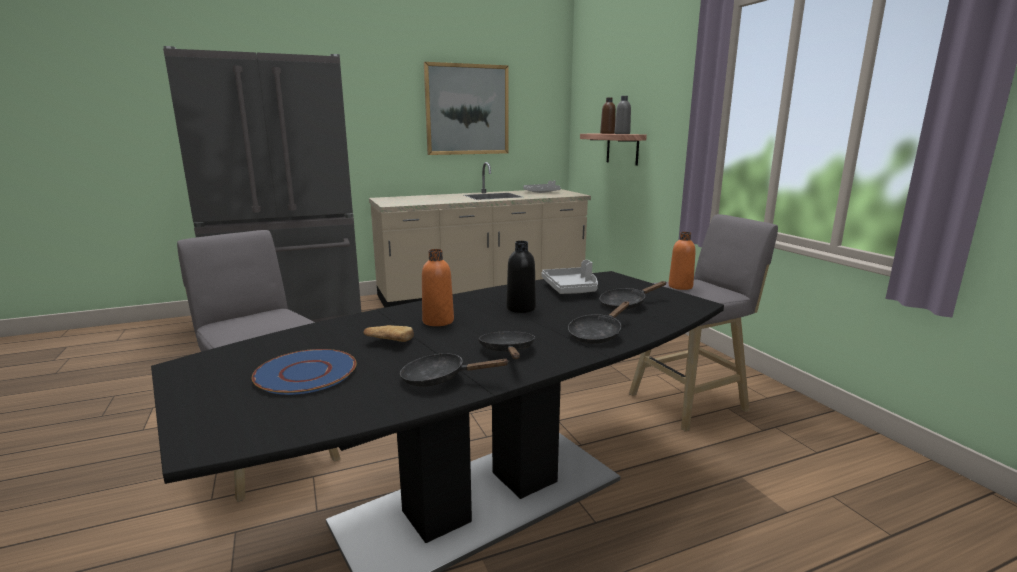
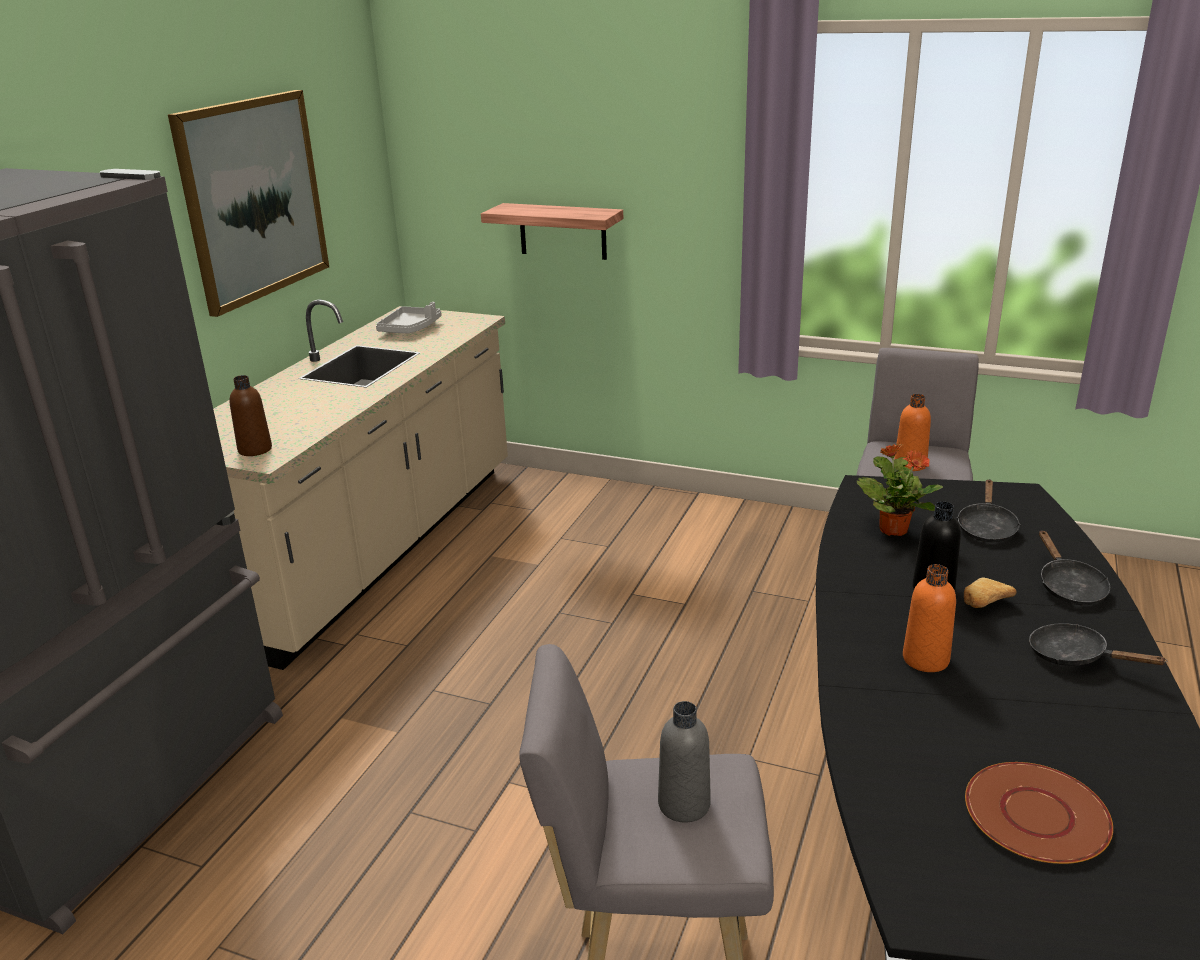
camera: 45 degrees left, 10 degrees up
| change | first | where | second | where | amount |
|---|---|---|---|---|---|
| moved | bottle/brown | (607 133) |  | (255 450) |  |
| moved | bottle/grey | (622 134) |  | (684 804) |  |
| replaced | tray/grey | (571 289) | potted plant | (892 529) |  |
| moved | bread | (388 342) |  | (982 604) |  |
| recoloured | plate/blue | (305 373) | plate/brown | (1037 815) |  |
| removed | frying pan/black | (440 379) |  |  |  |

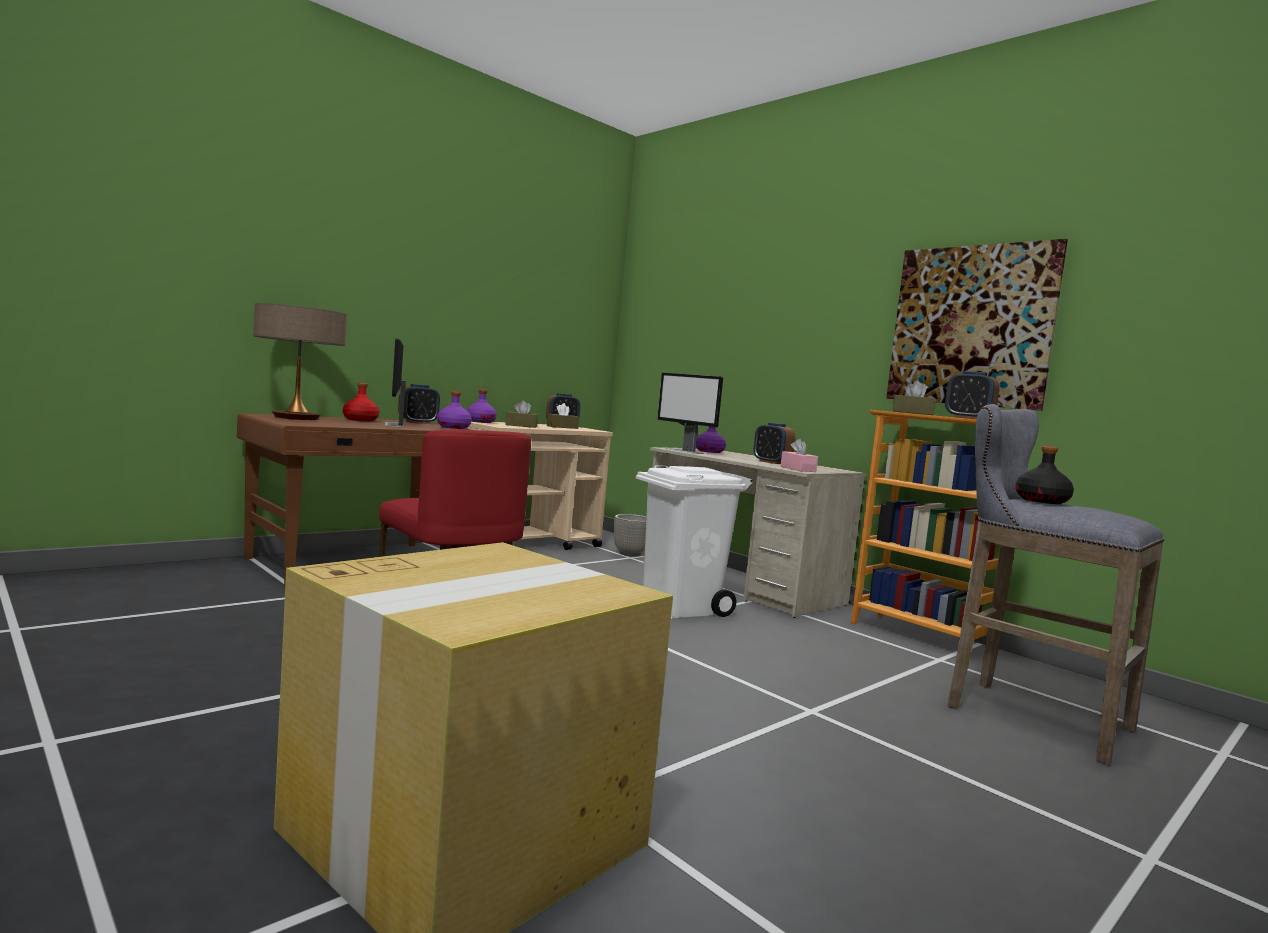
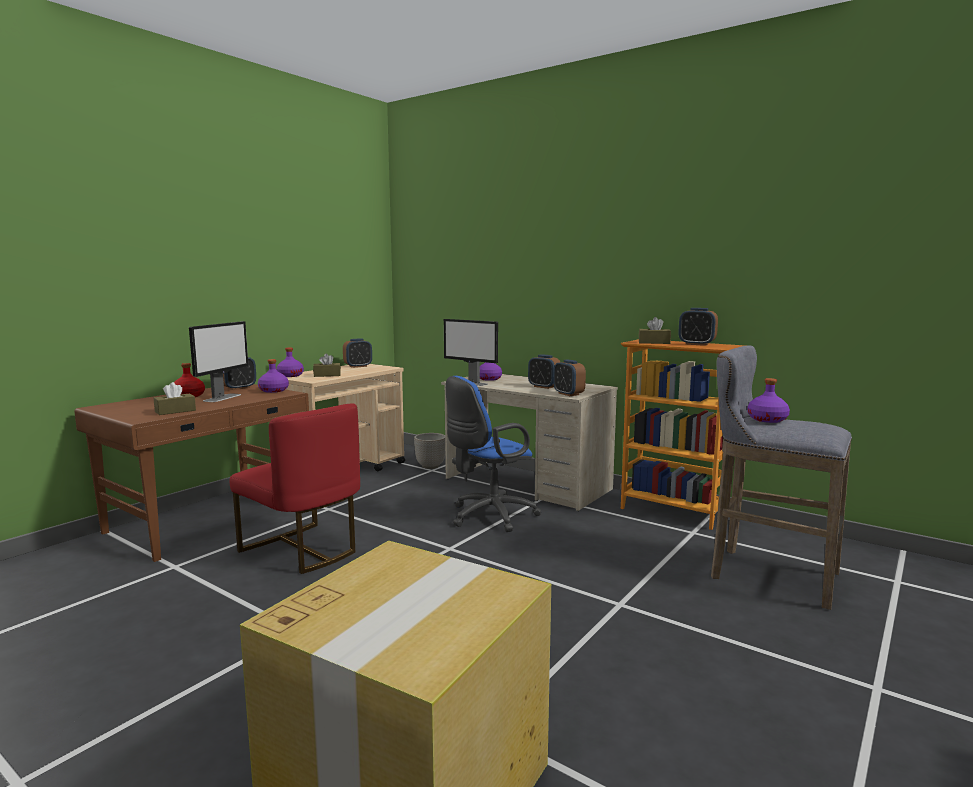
camera: 10 degrees left, 5 degrees up
| change | first | where | second | where | amount |
|---|---|---|---|---|---|
| moved | tissue box/brown | (562 427) |  | (175 411) |  |
| turned | monitor | (394 424) |  | (222 398) | 135 degrees counterclockwise |
| replaced | trash can/white | (679 606) | office chair/blue | (488 516) |  |
| replaced | tissue box/pink | (798 469) | alarm clock | (568 394) |  |
| recoloured | bottle/black | (1041 501) | bottle/purple | (767 419) |  |
| removed | table lamp | (296 418) |  |  |  |
| removed | picture | (970 326) |  |  |  |

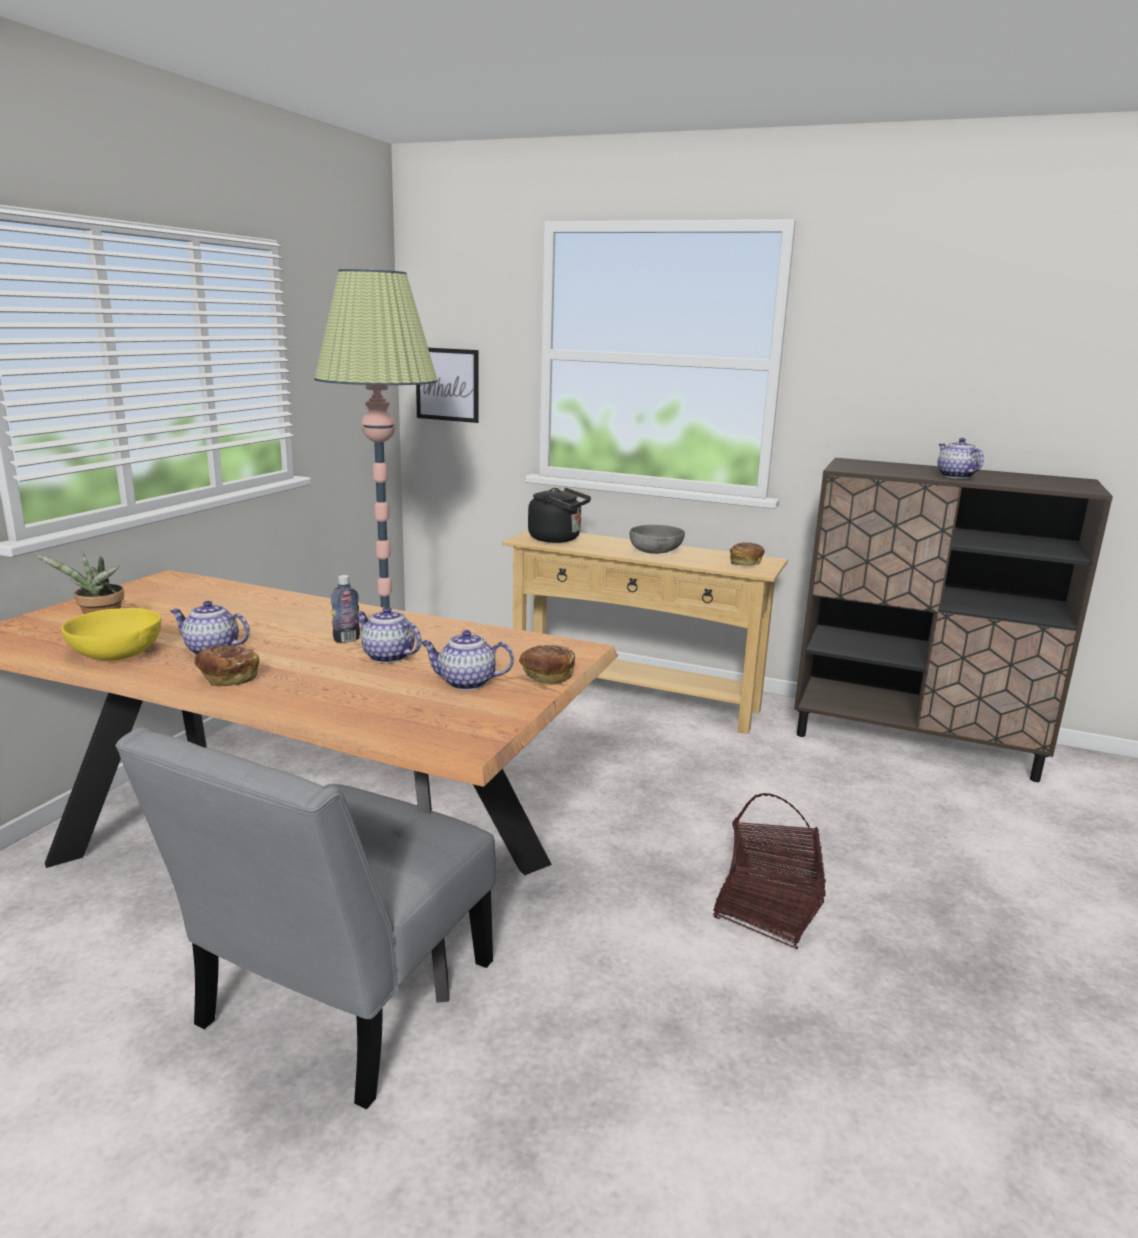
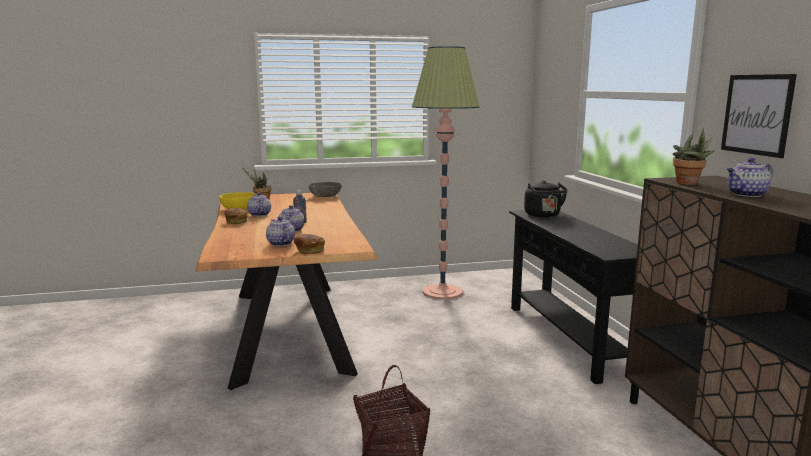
camera: 55 degrees right, 5 degrees down
| change | first | where | second | where | amount |
|---|---|---|---|---|---|
| moved | bowl/grey | (656 551) |  | (325 196) |  |
| recoloured | console table/beige | (634 698) | console table/black | (568 338) |  |
| added |  |  | potted plant | (689 184) |  |
| moved | picture | (447 384) |  | (757 114) |  |
| turned | teapot | (954 476) |  | (746 194) | 150 degrees counterclockwise |
| removed | chair/grey | (338 1004) |  |  |  |
| removed | bread | (746 563) |  |  |  |

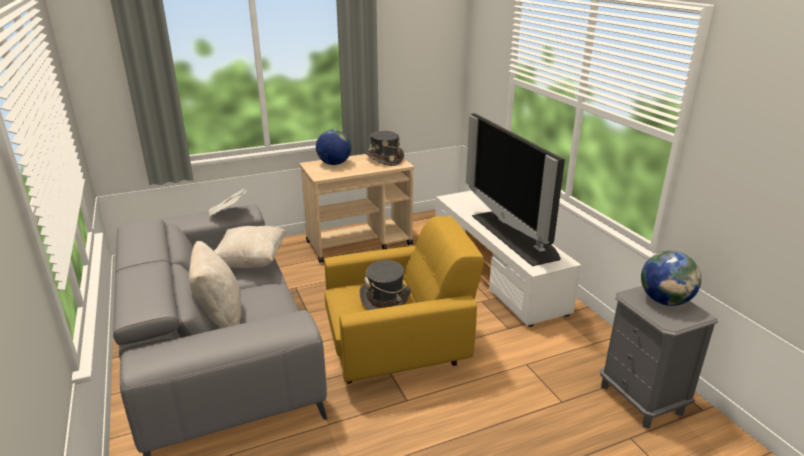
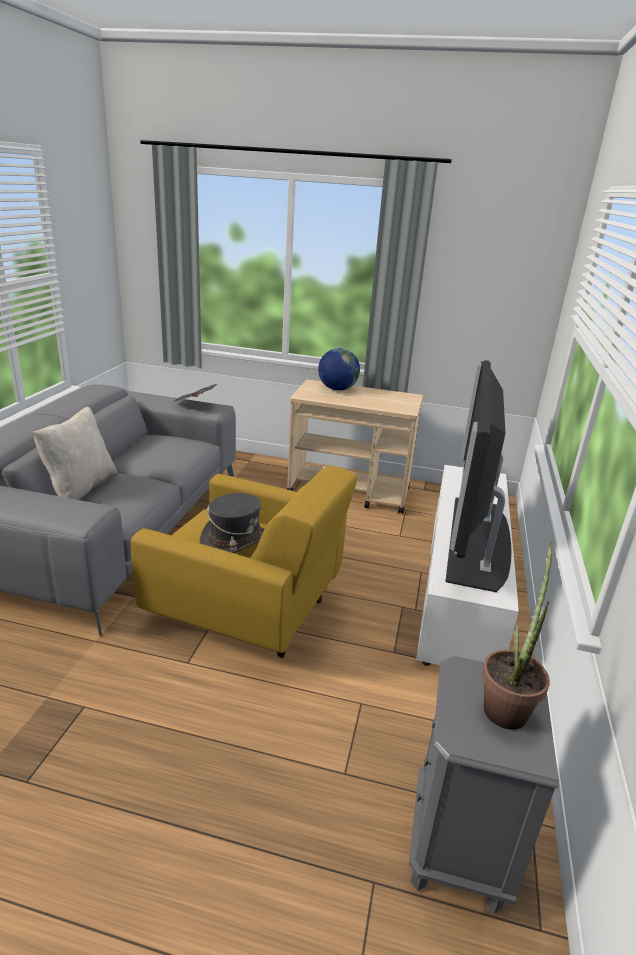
camera: 35 degrees right, 0 degrees up
| change | first | where | second | where | amount |
|---|---|---|---|---|---|
| replaced | globe | (665 301) | potted plant | (507 705) |  |
| removed | pillow/beige | (251 262) |  |  |  |
| removed | hat/grey | (384 159) |  |  |  |

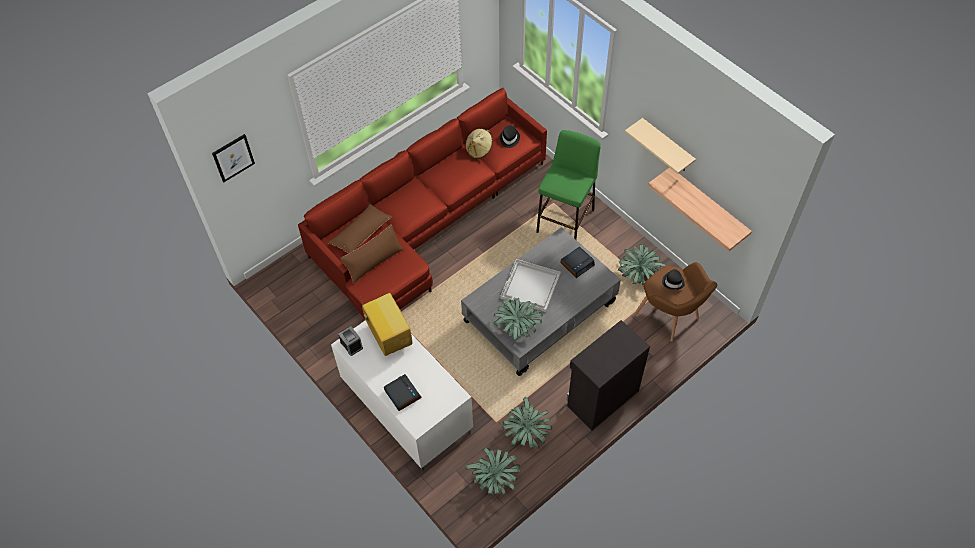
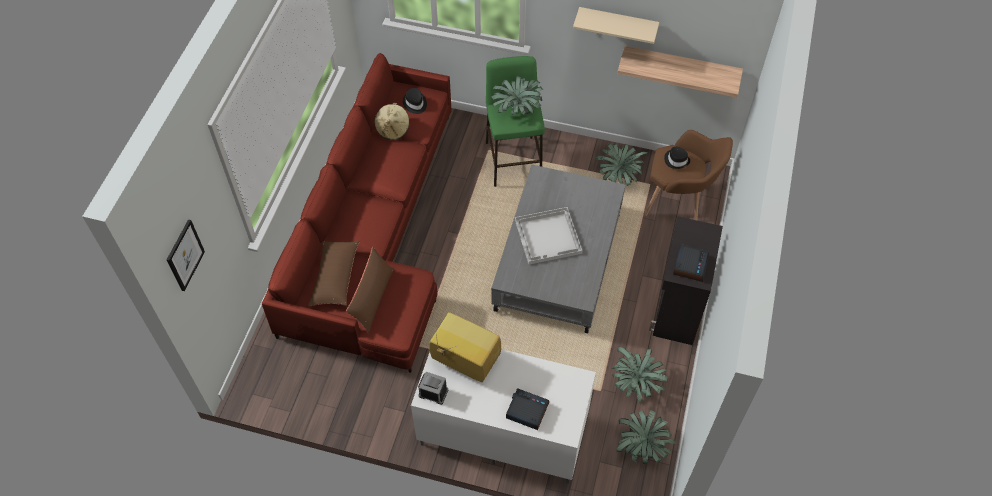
camera: 35 degrees left, 0 degrees up
| change | first | where | second | where | amount |
|---|---|---|---|---|---|
| moved | potted plant | (517 327) |  | (517 109) |  |
| moved | alarm clock | (577 264) |  | (690 265) |  |

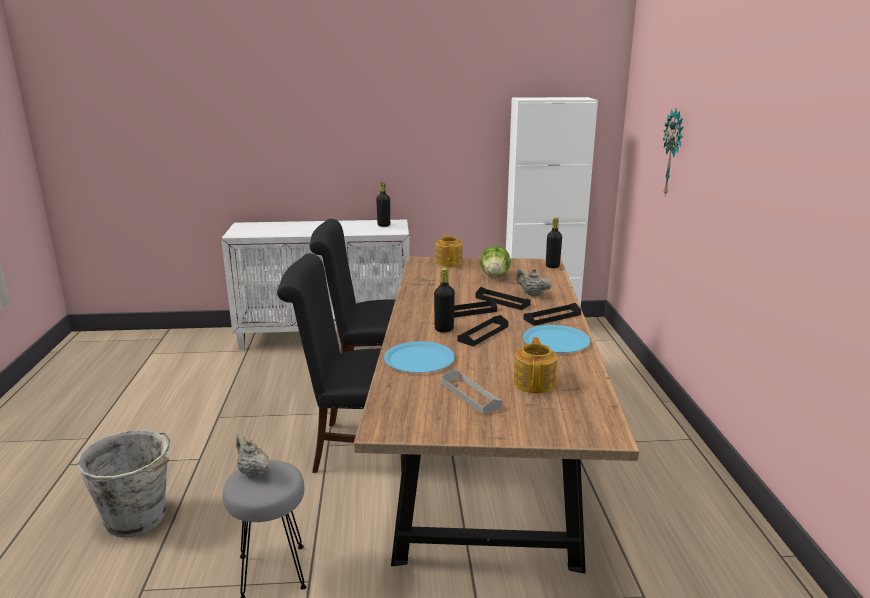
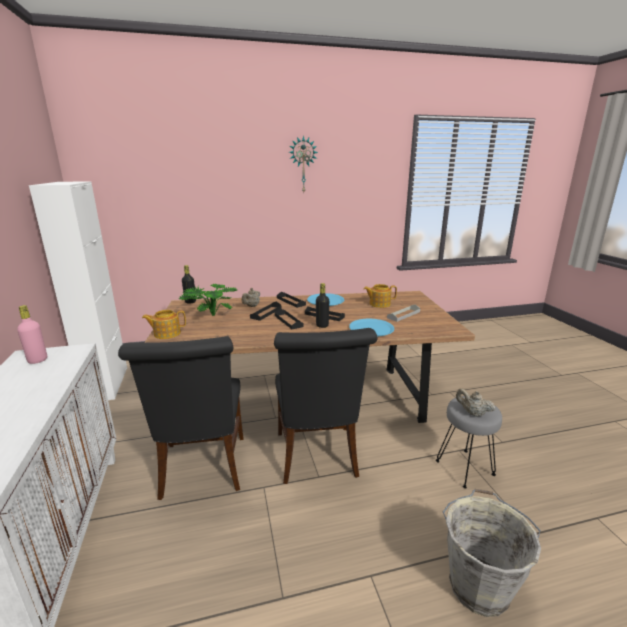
camera: 100 degrees left, 0 degrees up
| change | first | where | second | where | amount |
|---|---|---|---|---|---|
| recoloured | bottle/black | (383 225) | bottle/pink | (37 360) |  |
| replaced | lettuce | (494 276) | potted plant | (210 317) |  |
| moved | wall clock | (674 153) |  | (303 165) |  |
| turned | teapot/beige | (253 472) |  | (472 413) | 90 degrees clockwise |

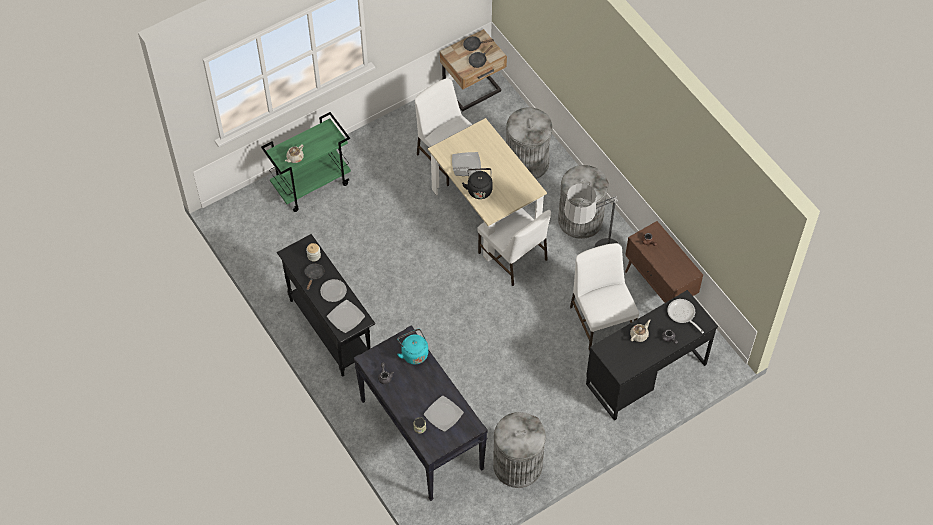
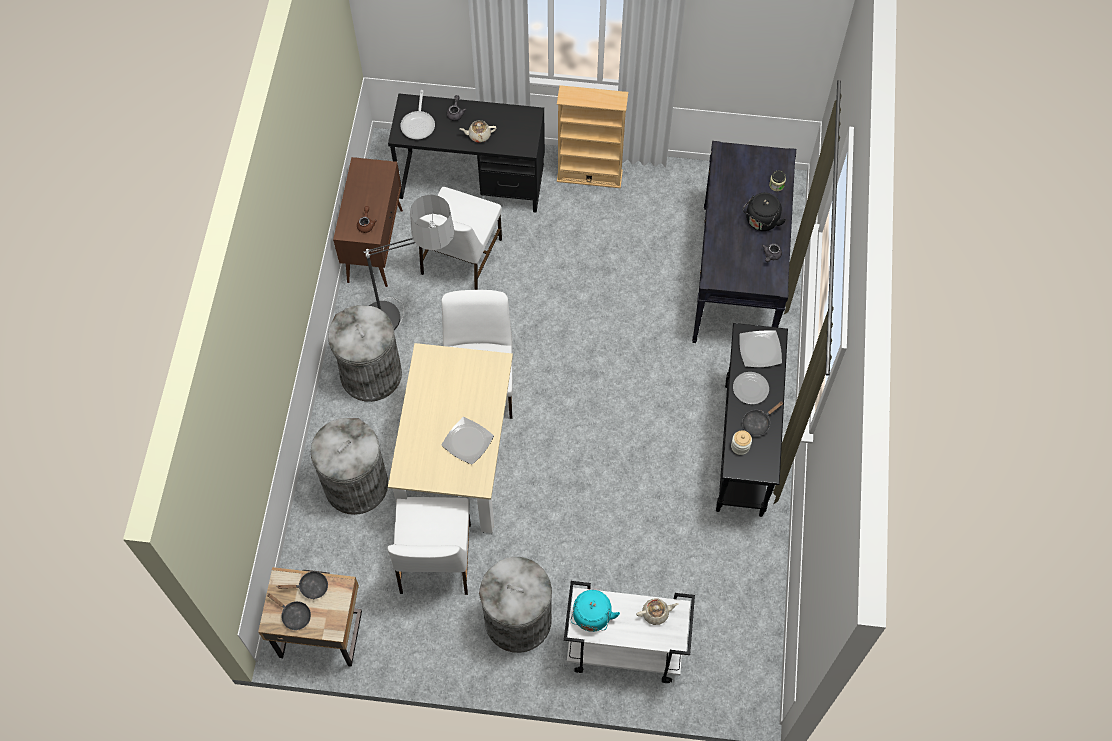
camera: 140 degrees left, 5 degrees up
| change | first | where | second | where | amount |
|---|---|---|---|---|---|
| moved | trash can/grey | (517 465) |  | (517 620) |  |
| added |  |  | bookcase/beige | (589 176) |  |
| recoloured | cart/green | (312 184) | cart/white | (623 650) |  |
| moved | kettle/turquoise | (413 353) |  | (591 618) |  |
| moved | kettle/black | (479 189) |  | (761 222) |  |
| removed | plate | (443 414) |  |  |  |

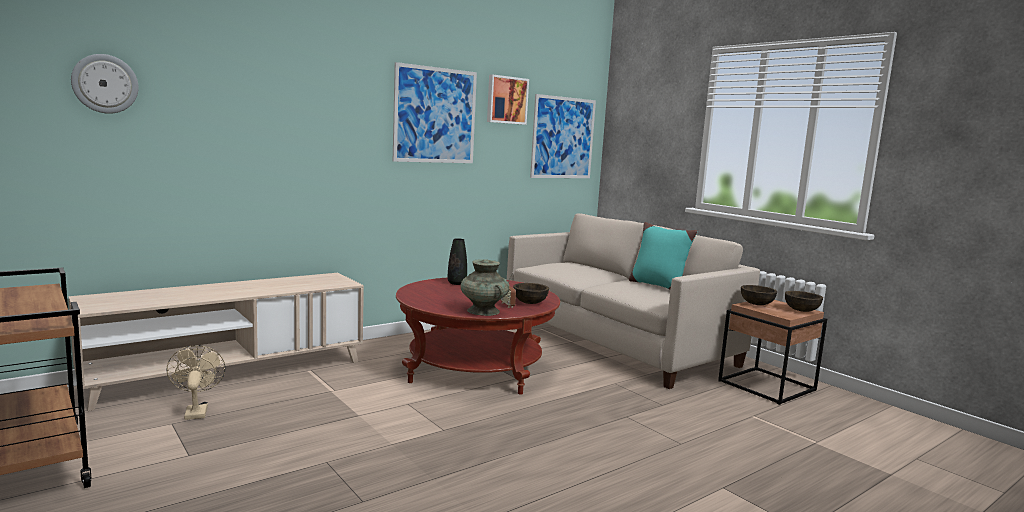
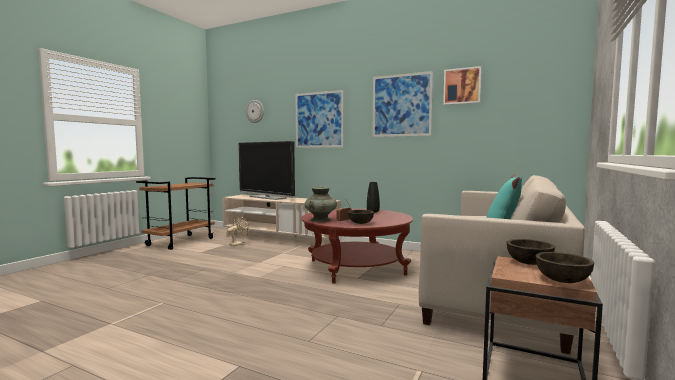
camera: 65 degrees right, 5 degrees down
| change | first | where | second | where | amount |
|---|---|---|---|---|---|
| added |  |  | television | (267 197) |  |
| moved | picture | (563 138) |  | (319 120) |  |

